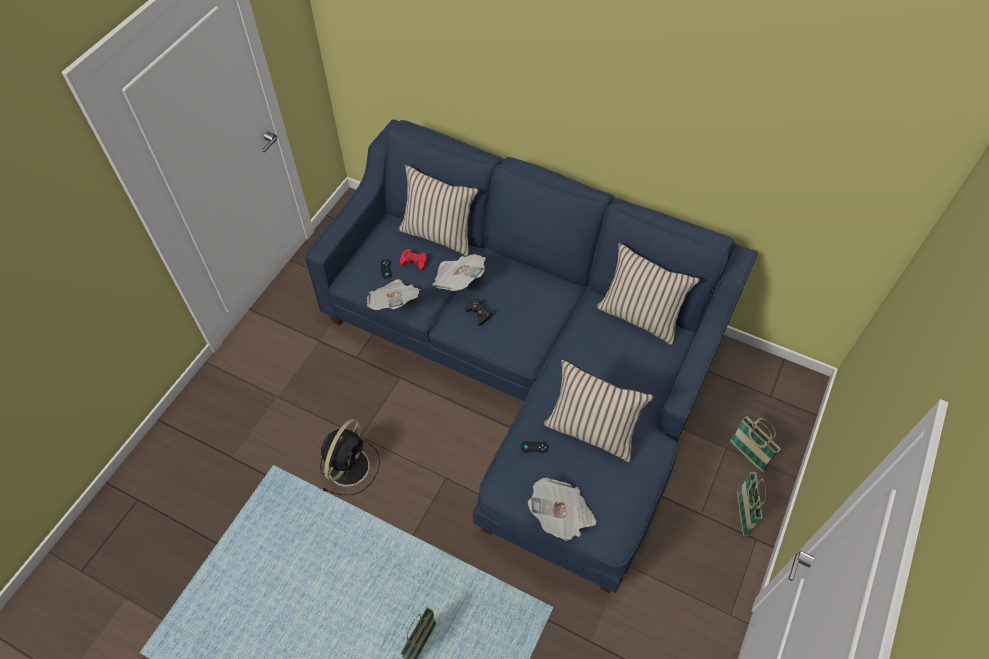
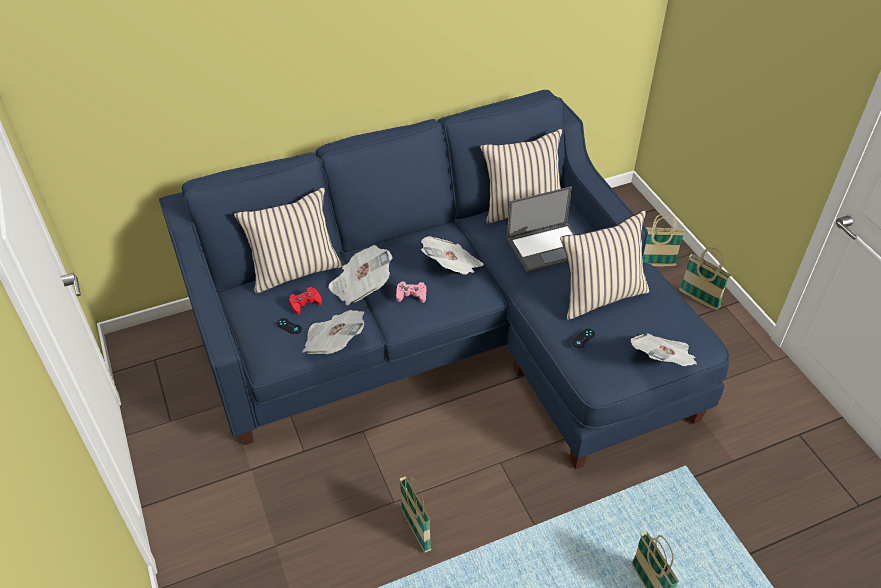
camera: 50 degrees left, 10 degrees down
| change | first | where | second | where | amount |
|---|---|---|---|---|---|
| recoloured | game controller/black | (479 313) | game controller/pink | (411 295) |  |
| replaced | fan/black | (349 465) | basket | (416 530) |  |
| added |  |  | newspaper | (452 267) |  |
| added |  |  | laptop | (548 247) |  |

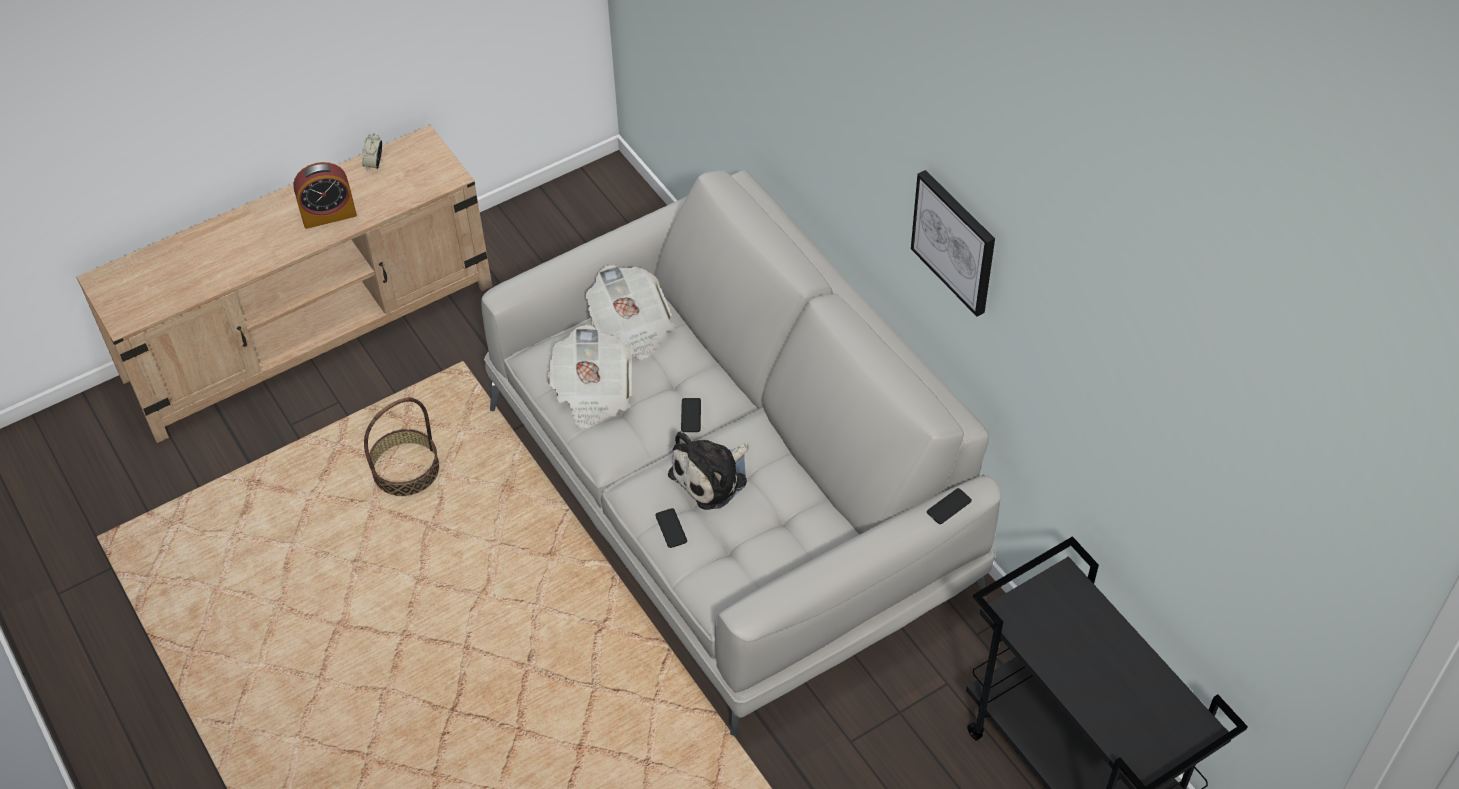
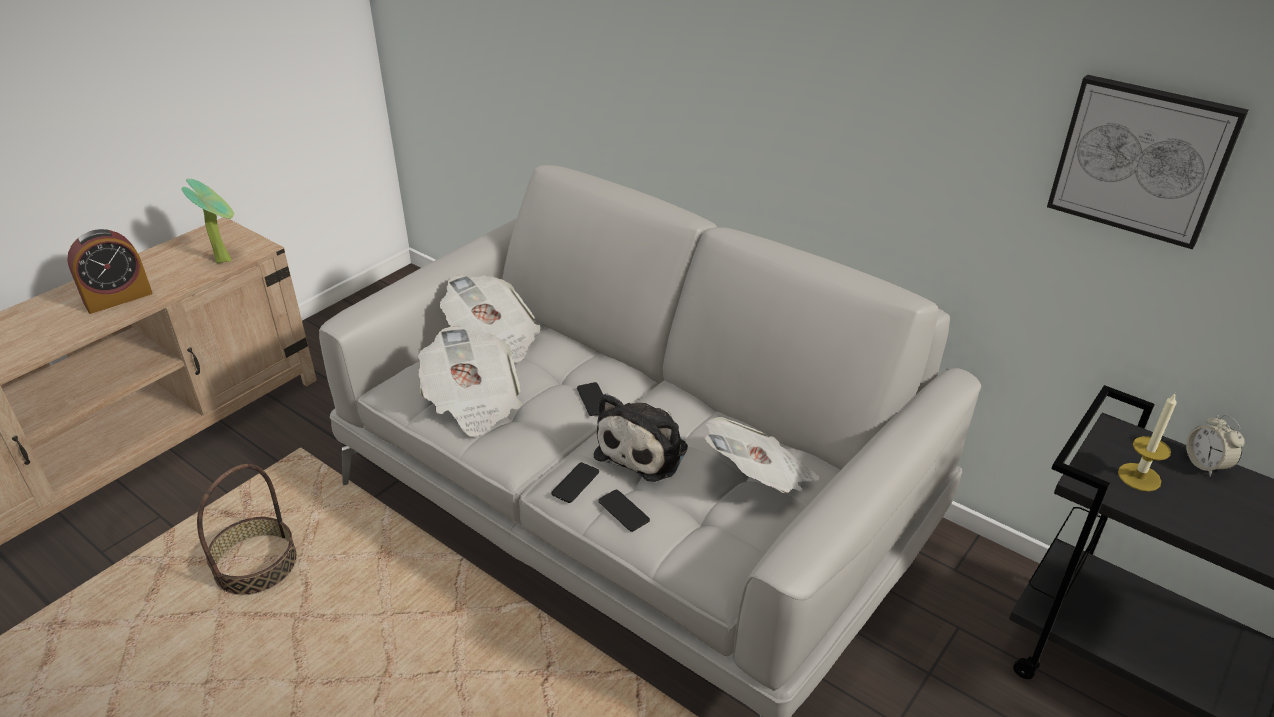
camera: 20 degrees left, 15 degrees down
| change | first | where | second | where | amount |
|---|---|---|---|---|---|
| added |  |  | potted plant | (226 259) |  |
| moved | phone | (949 506) |  | (575 483) |  |
| added |  |  | newspaper | (760 478) |  |
| moved | picture | (955 241) |  | (1141 159) |  |
| added |  |  | candle | (1139 477) |  |
| moved | alarm clock | (374 164) |  | (1205 465) |  |

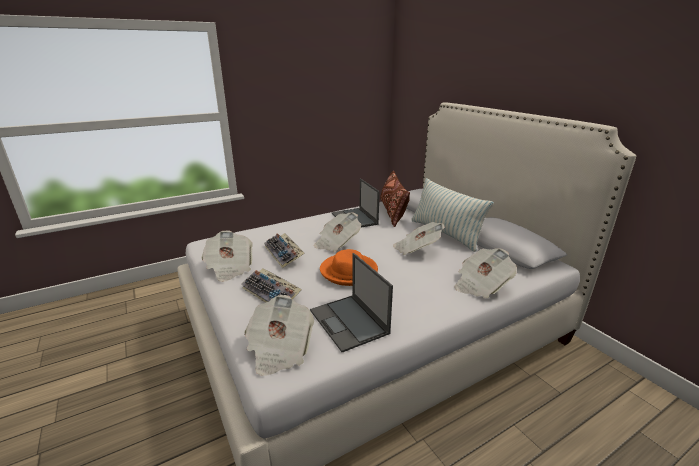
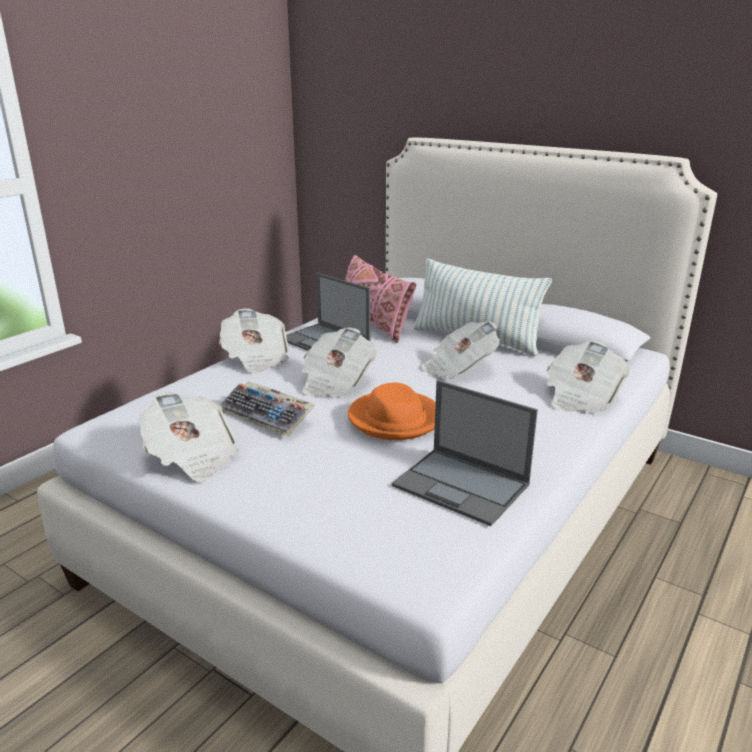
camera: 25 degrees left, 0 degrees up
| change | first | where | second | where | amount |
|---|---|---|---|---|---|
| moved | newspaper | (279 349) |  | (256 358) |  |
| recoloured | pillow/brown | (392 212) | pillow/pink | (373 322) |  |
| removed | keyboard | (272 293) |  |  |  |

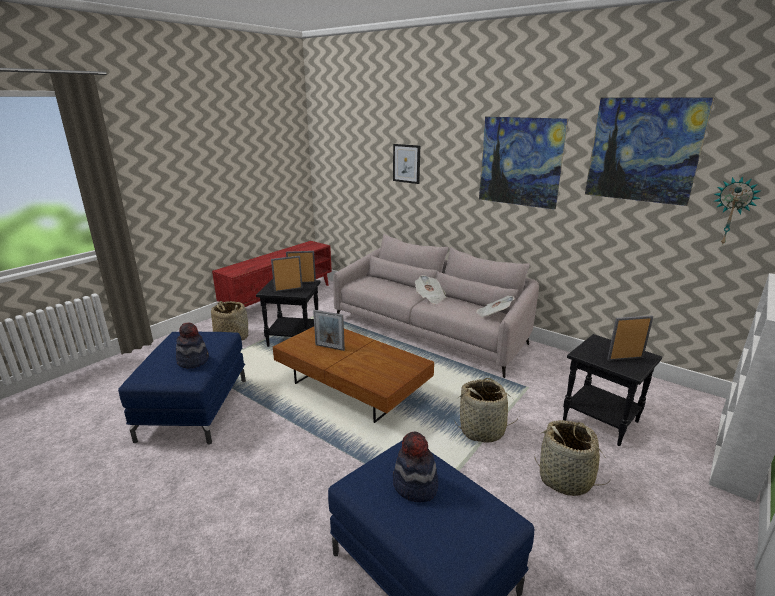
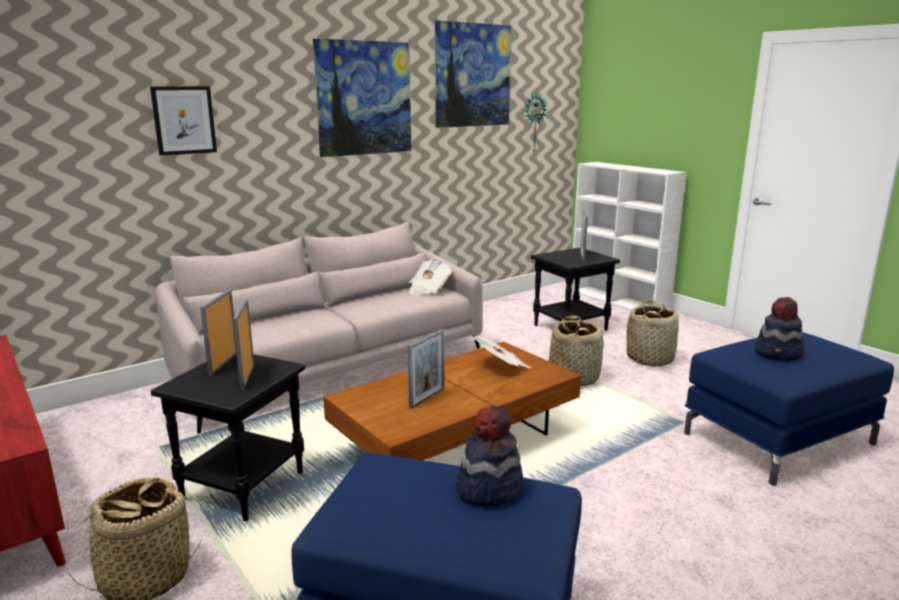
camera: 75 degrees left, 5 degrees down
| change | first | where | second | where | amount |
|---|---|---|---|---|---|
| moved | newspaper | (430 297) |  | (501 367) |  |

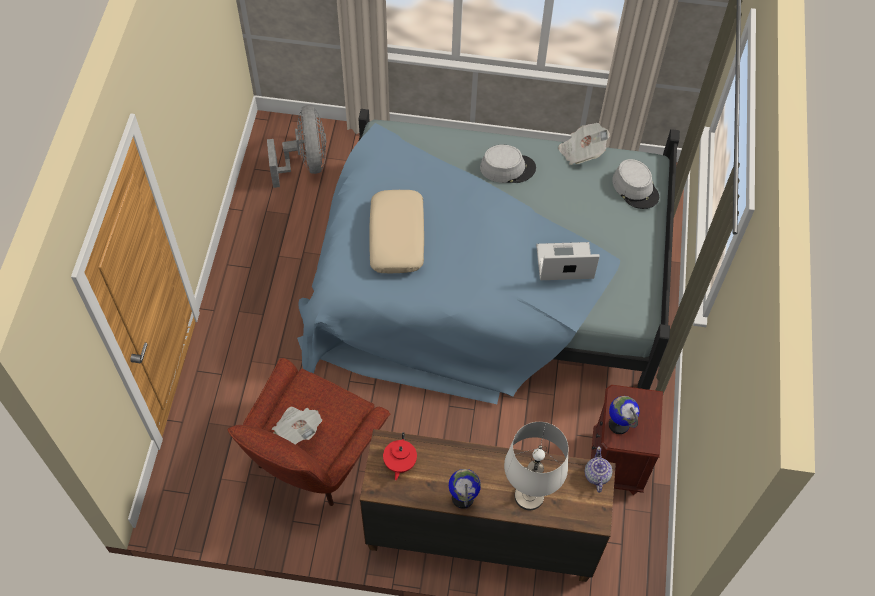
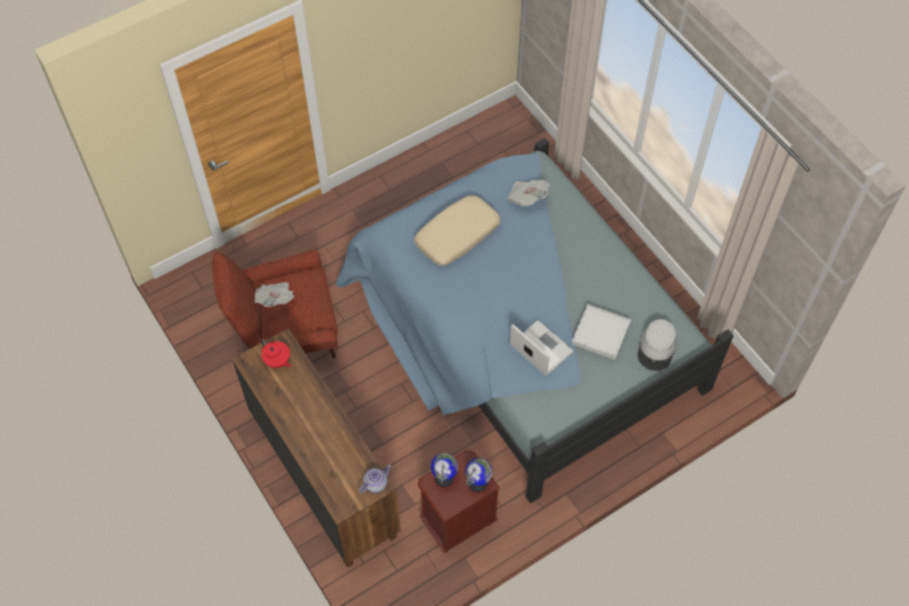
camera: 50 degrees right, 0 degrees up
| change | first | where | second | where | amount |
|---|---|---|---|---|---|
| turned | teapot/red | (399 463) |  | (277 361) | 105 degrees counterclockwise |
| moved | globe | (463 497) |  | (478 483) |  |
| moved | newspaper | (581 151) |  | (527 198) |  |
| added |  |  | tray/white | (601 333) |  |
| removed | fan/grey | (305 163) |  |  |  |
| removed | hat/grey | (507 168) |  |  |  |
| removed | table lamp/white | (529 496) |  |  |  |

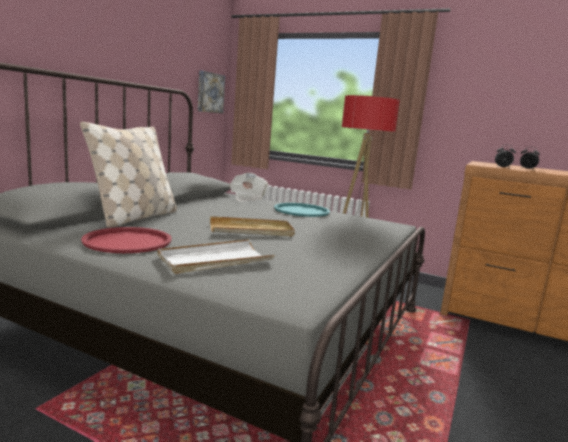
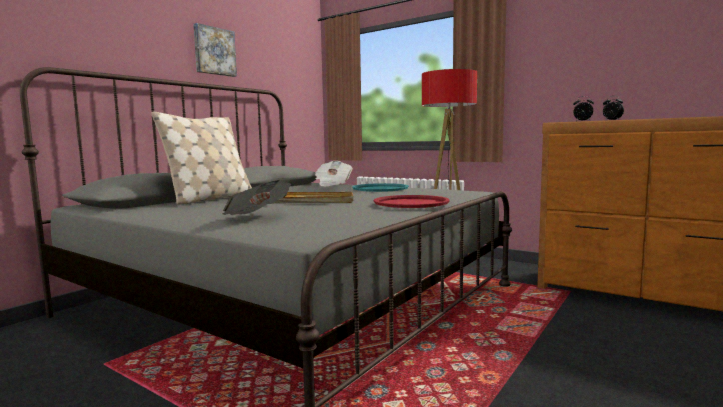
camera: 10 degrees right, 5 degrees down
| change | first | where | second | where | amount |
|---|---|---|---|---|---|
| moved | picture | (209 92) |  | (214 51) |  |
| replaced | tray/white | (215 260) | newspaper | (257 218) |  |
| moved | tray/red | (127 241) |  | (411 203) |  |

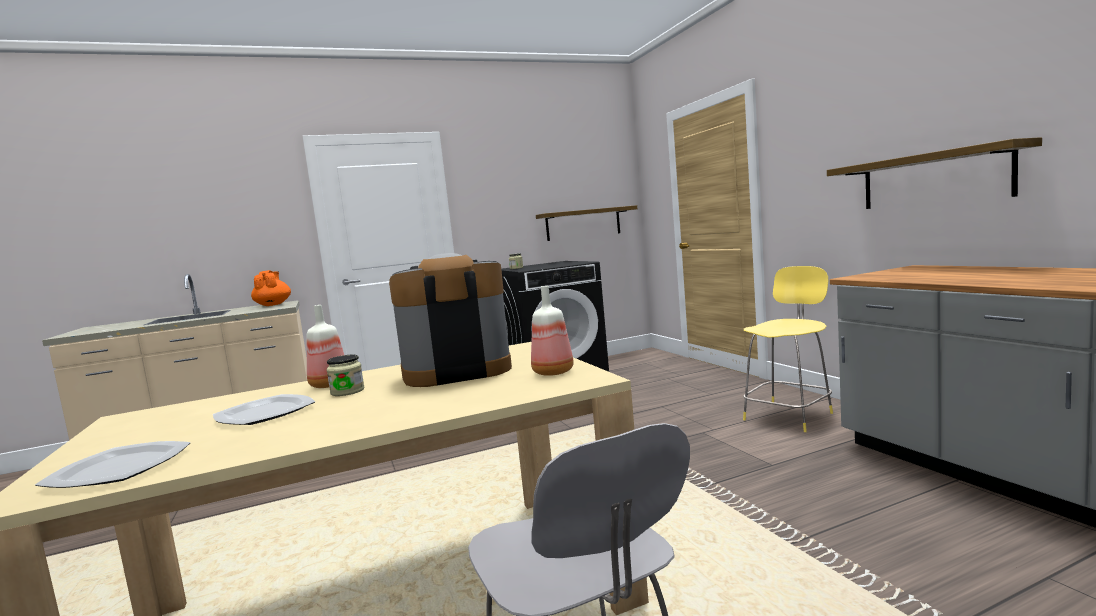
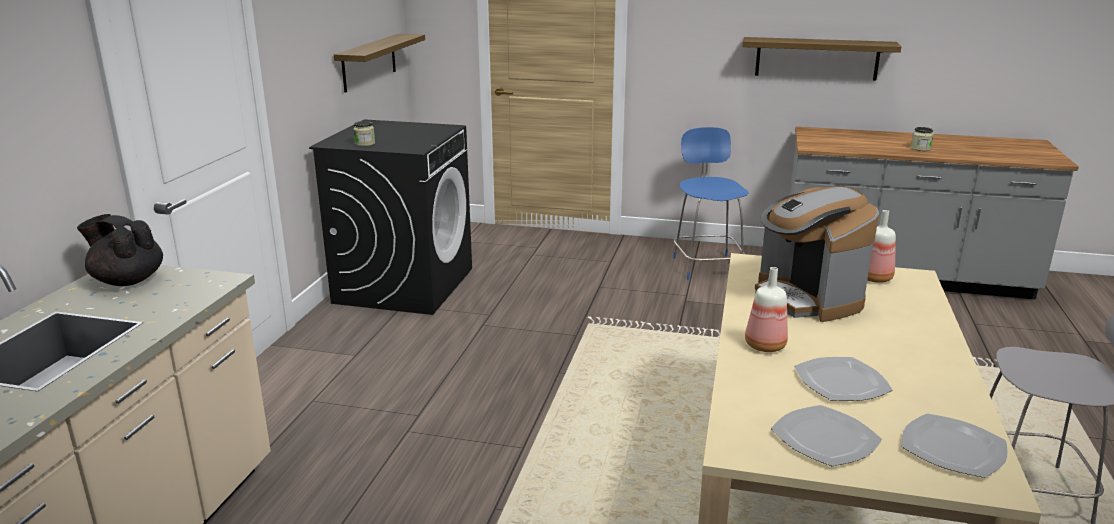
camera: 55 degrees left, 15 degrees up
| change | first | where | second | where | amount |
|---|---|---|---|---|---|
| recoloured | teapot/orange | (273 305) | teapot/black | (128 280) |  |
| recoloured | stool/yellow | (789 415) | stool/blue | (707 266) |  |
| turned | coffee machine | (456 371) |  | (807 298) | 45 degrees counterclockwise |
| added |  |  | plate | (825 439) |  |
| moved | jar | (347 391) |  | (920 148) |  |

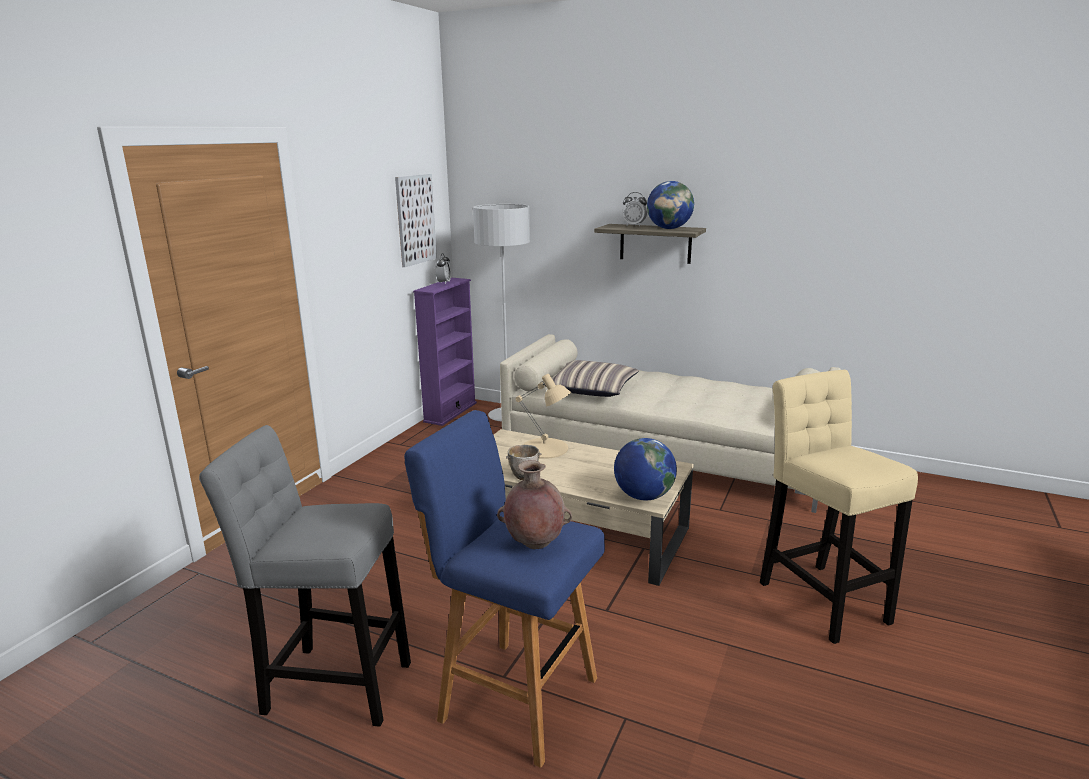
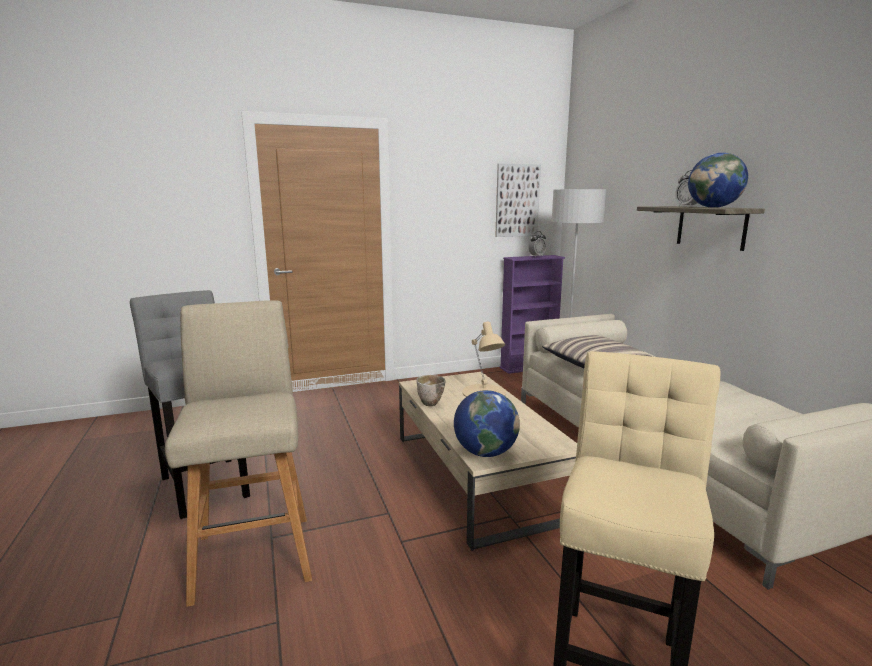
camera: 45 degrees right, 5 degrees down
| change | first | where | second | where | amount |
|---|---|---|---|---|---|
| recoloured | stool/blue | (514 697) | stool/beige | (253 553) |  |
| removed | vase/brown | (534 544) |  |  |  |

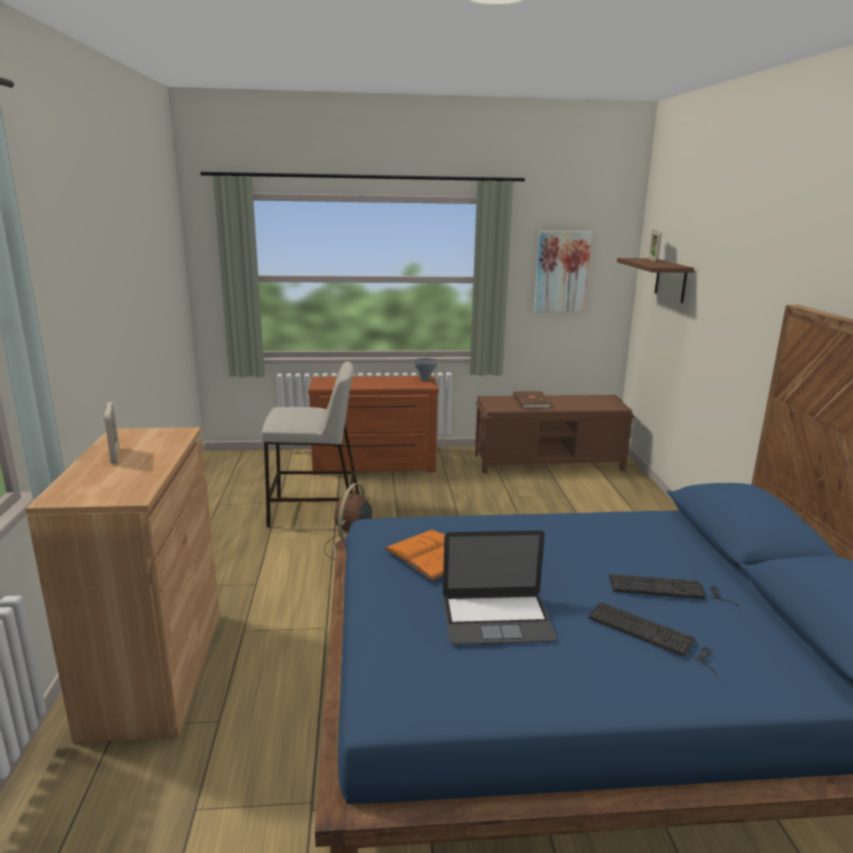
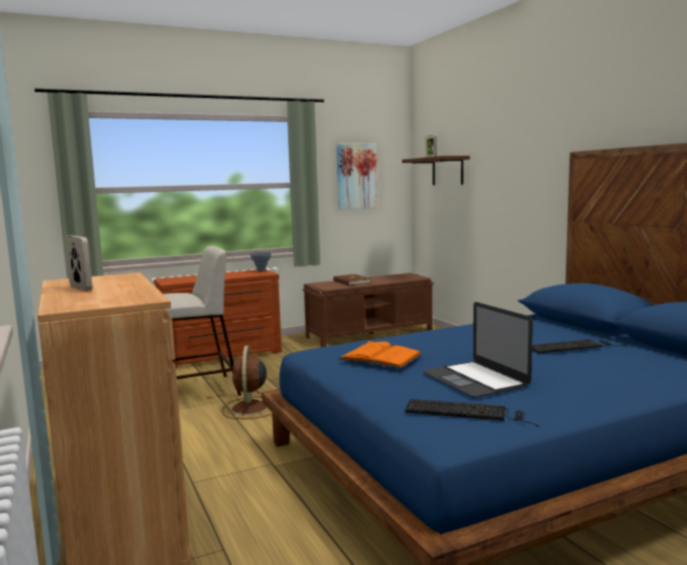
camera: 20 degrees left, 10 degrees down
| change | first | where | second | where | amount |
|---|---|---|---|---|---|
| moved | keyboard | (652 635) |  | (467 412) |  |
| turned | laptop | (497 618) |  | (474 379) | 90 degrees clockwise |

